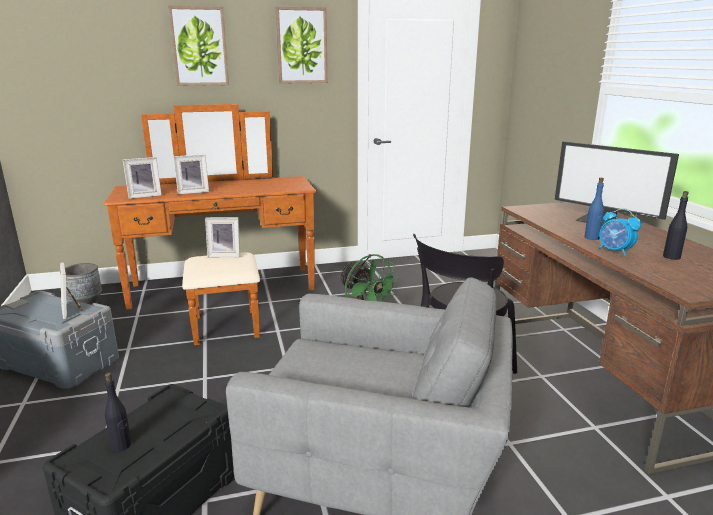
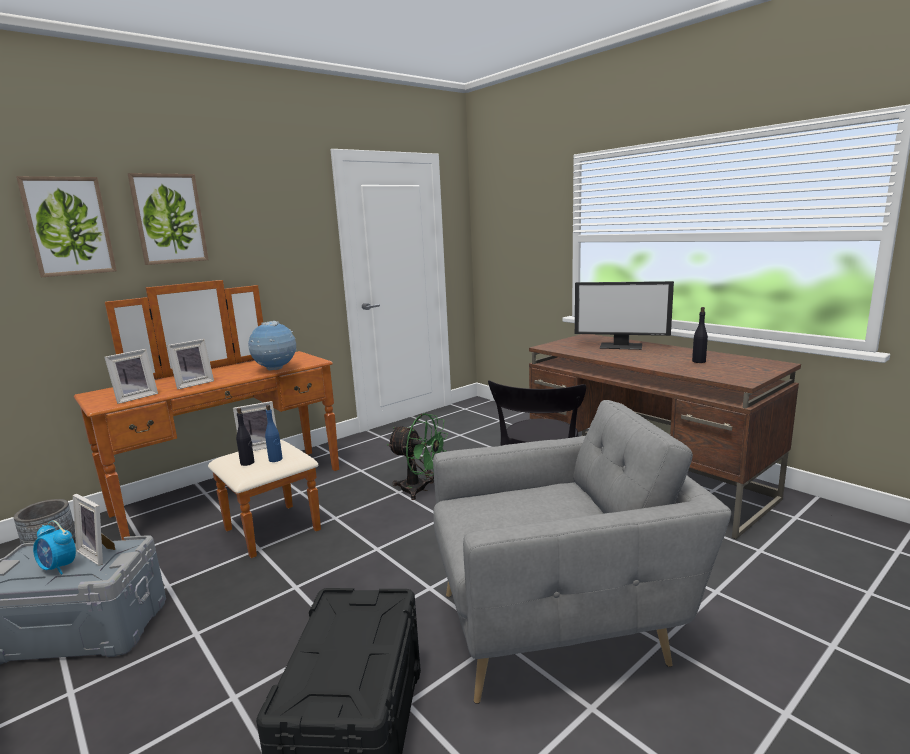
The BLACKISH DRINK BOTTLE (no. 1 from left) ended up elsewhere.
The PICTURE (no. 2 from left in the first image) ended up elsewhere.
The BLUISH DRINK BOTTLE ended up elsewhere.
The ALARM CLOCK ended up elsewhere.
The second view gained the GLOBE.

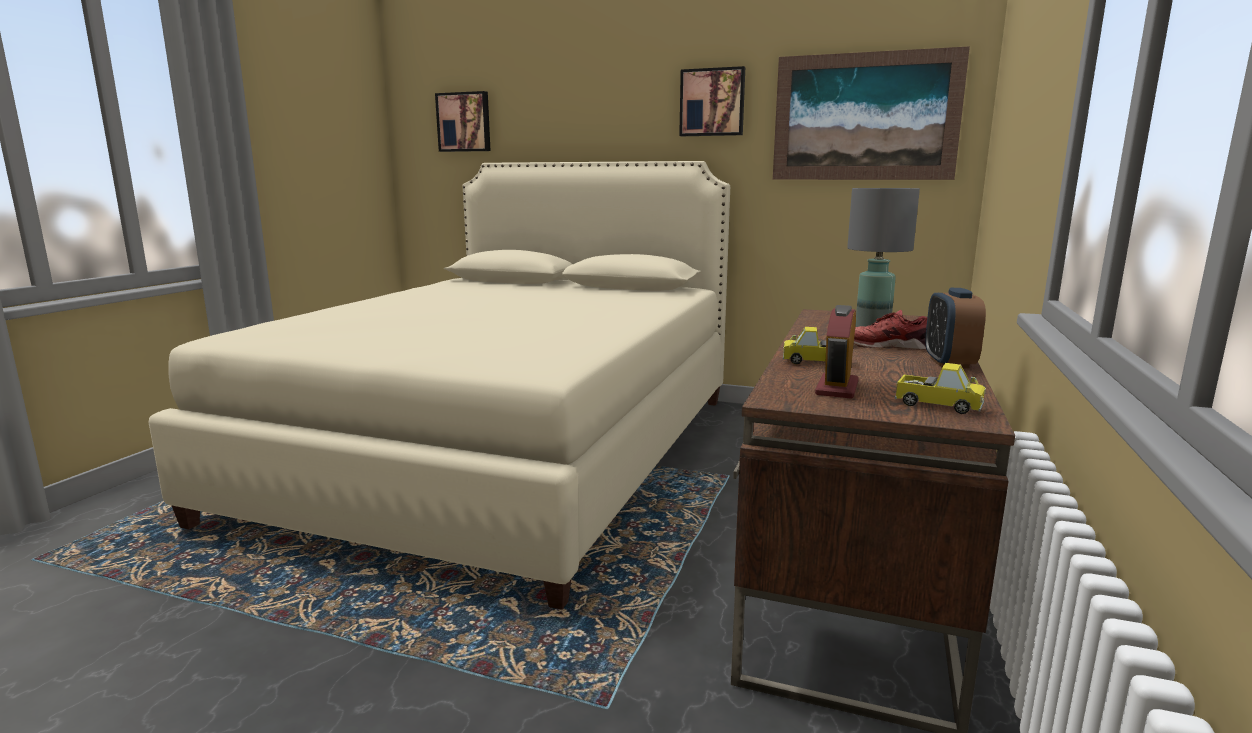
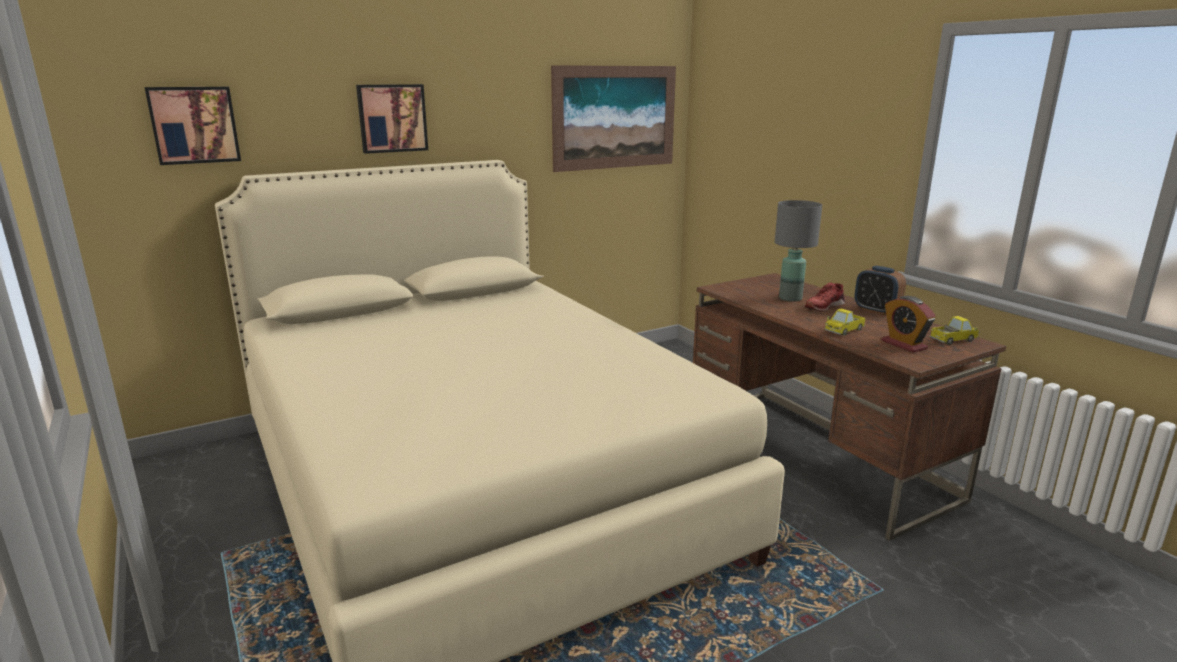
The PICTURE (no. 2 from left) ended up elsewhere.

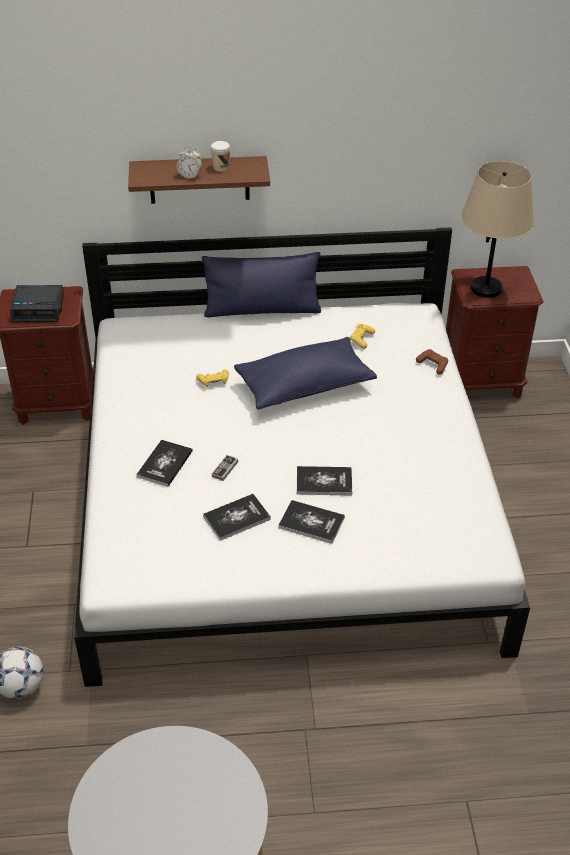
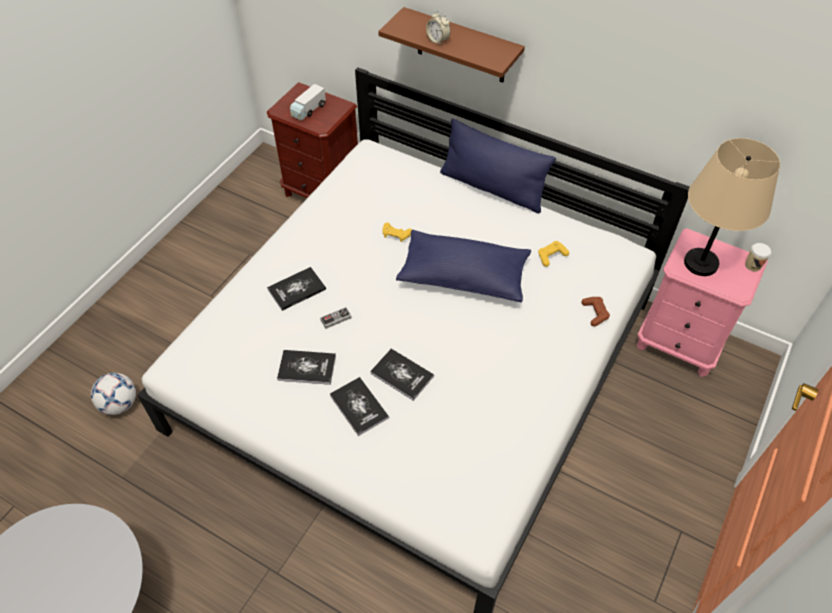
Where the ALARM CLOCK (no. 1 from left) stood, the MODEL TRUCK came to stand.
The CUP ended up elsewhere.
What was the BROWN-COLOURED NIGHTSTAND (no. 2 from left) turned into the PINK-COLOURED NIGHTSTAND.

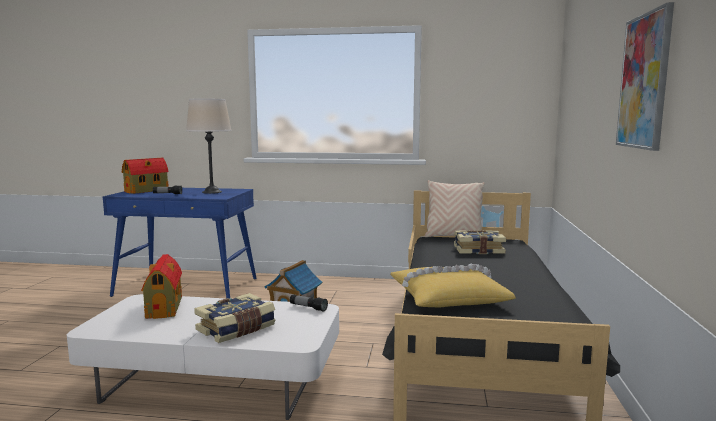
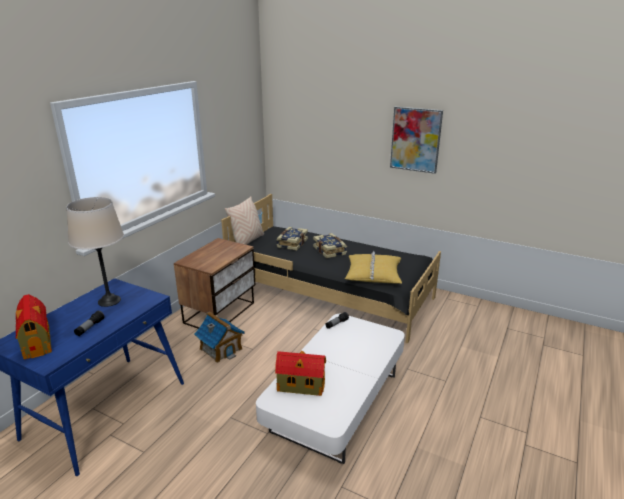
The BOOK (no. 1 from left in the first image) ended up elsewhere.
The second view gained the NIGHTSTAND.

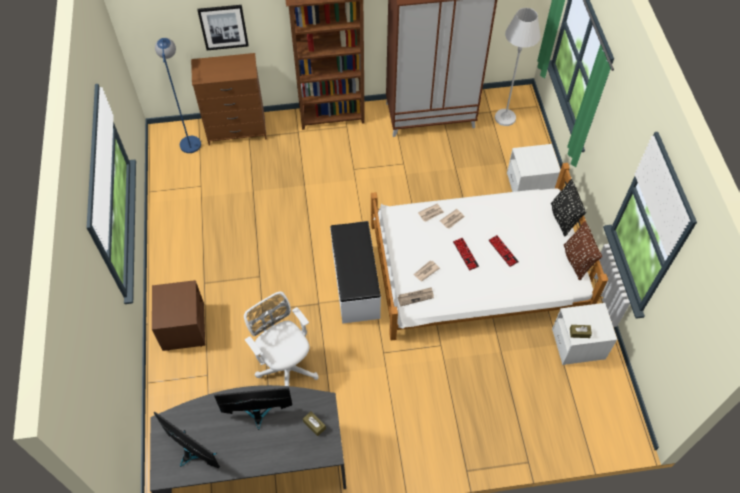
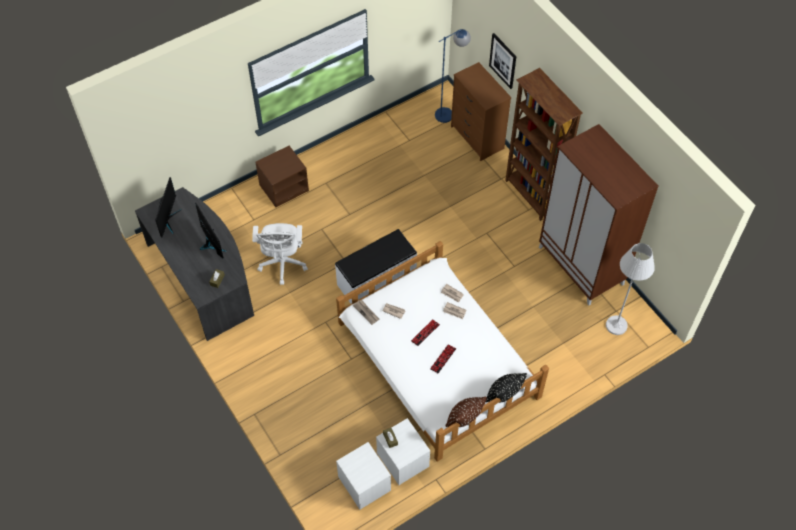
The WHITE COMPUTER CHAIR ended up facing another way, 150 degrees clockwise from before.
The WHITE NIGHTSTAND (no. 1 from left) ended up elsewhere.

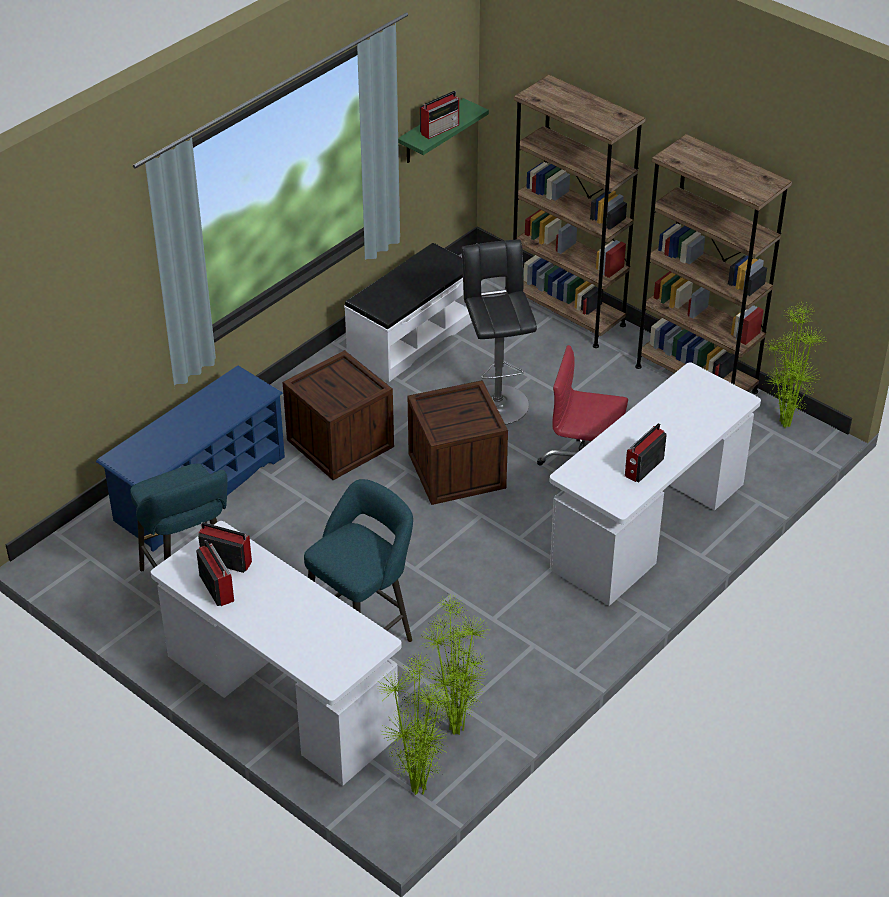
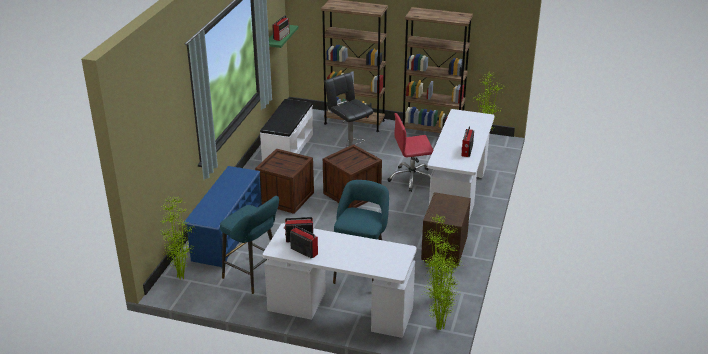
The second view gained the HOUSEPLANT (no. 1 from left).
The second view gained the BROWN-COLOURED NIGHTSTAND.

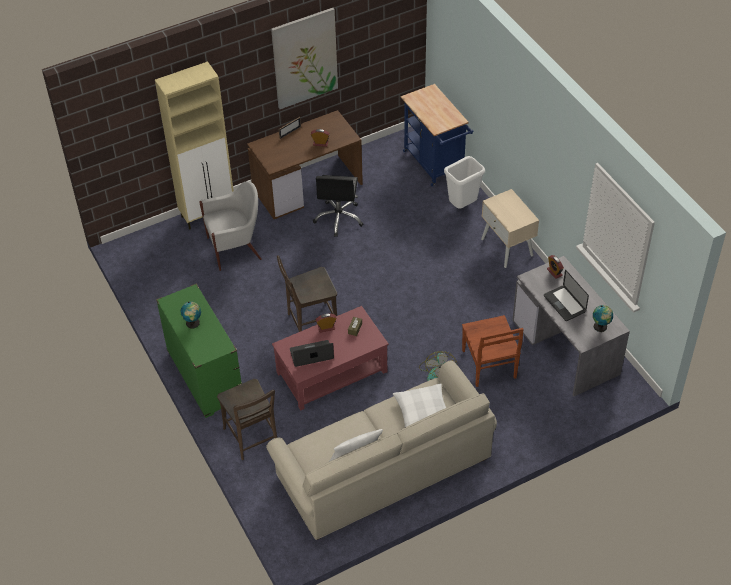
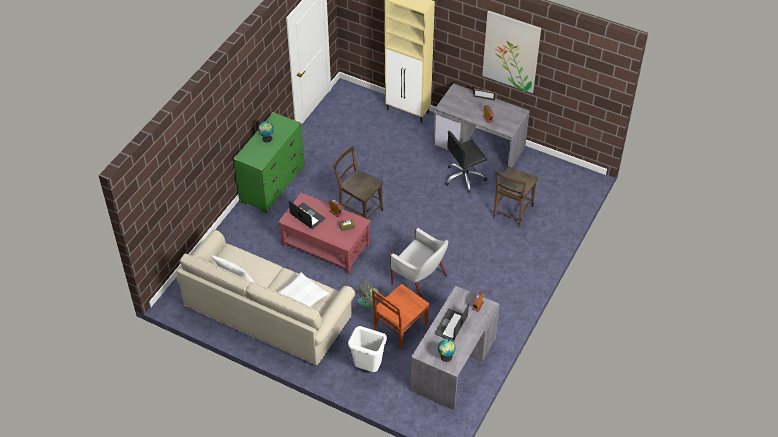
The WHITE LOUNGE CHAIR ended up elsewhere.
The BROWN-COLOURED CHAIR (no. 1 from left in the first image) ended up elsewhere.
What was the BROWN-COLOURED DESK TABLE turned into the GREYISH DESK TABLE (no. 2 from left).
The second view lost the BLUISH TROLLEY.
The WHITE WASTE BIN ended up elsewhere.
The second view lost the SAND-COLOURED NIGHTSTAND.

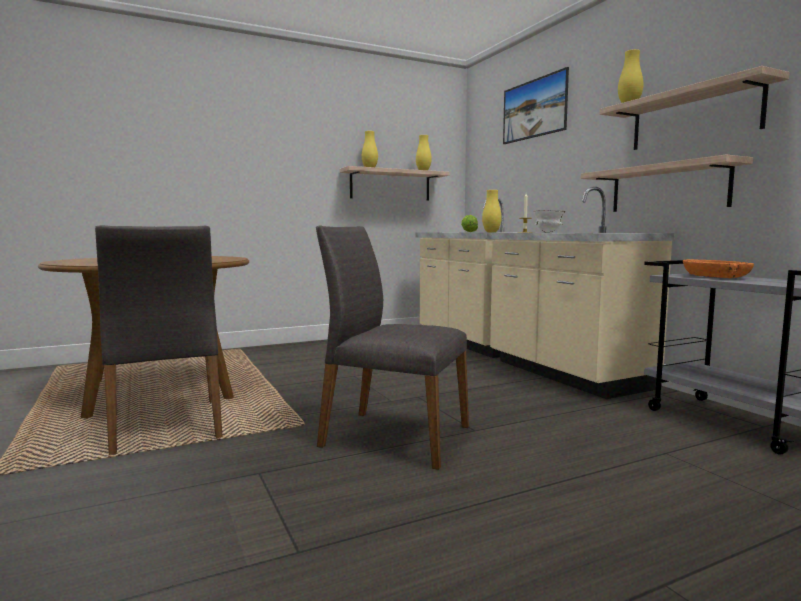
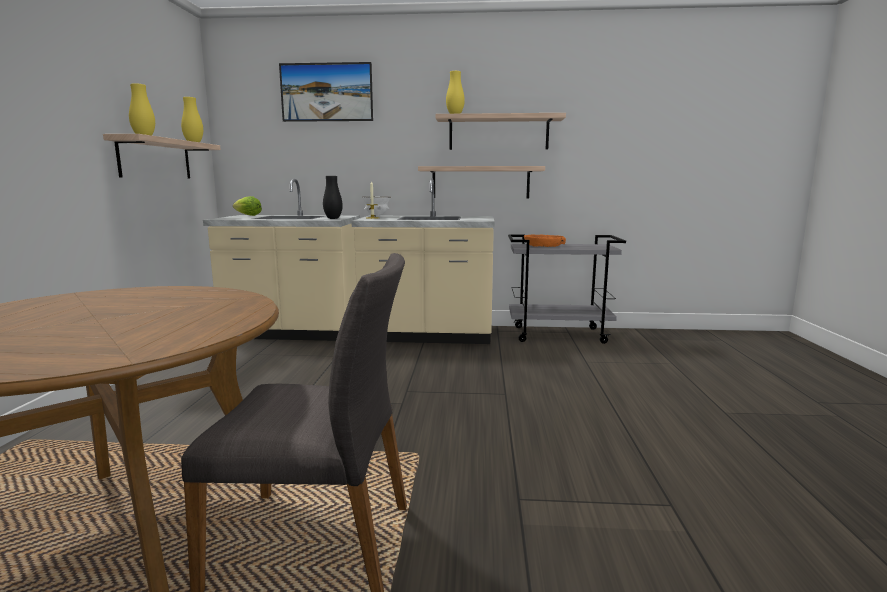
The second view lost the GREYISH CHAIR (no. 2 from left).
What was the YELLOWISH VASE (no. 3 from left) turned into the BLACKISH VASE.

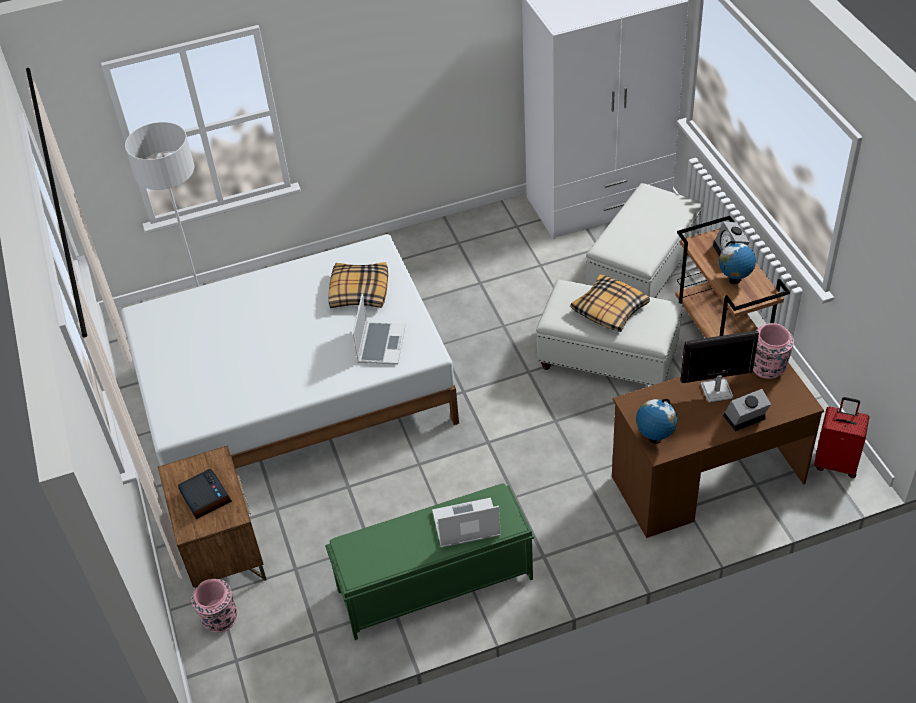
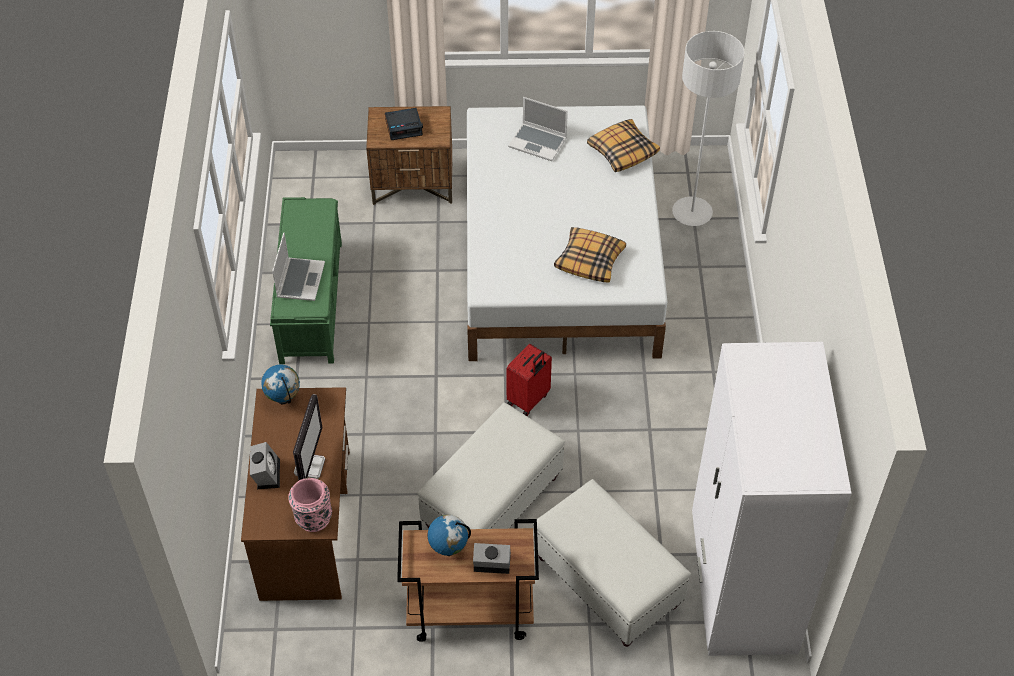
The second view lost the PINK-COLOURED VASE (no. 1 from left).
The LAPTOP (no. 1 from left in the first image) ended up elsewhere.
The CUSHION (no. 2 from left) ended up elsewhere.
The RED-COLOURED SUITCASE ended up elsewhere.

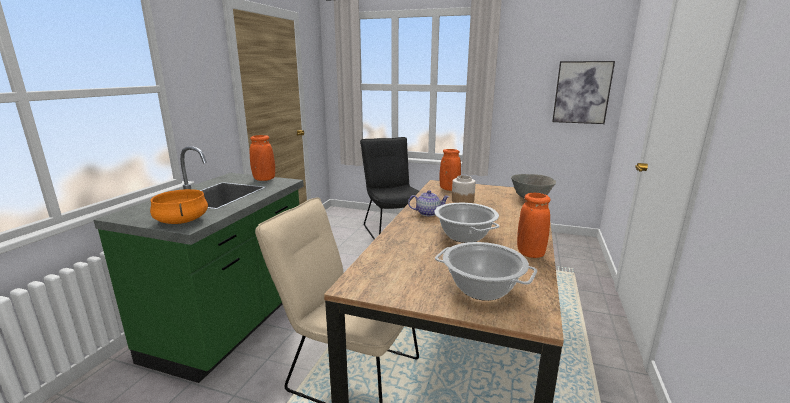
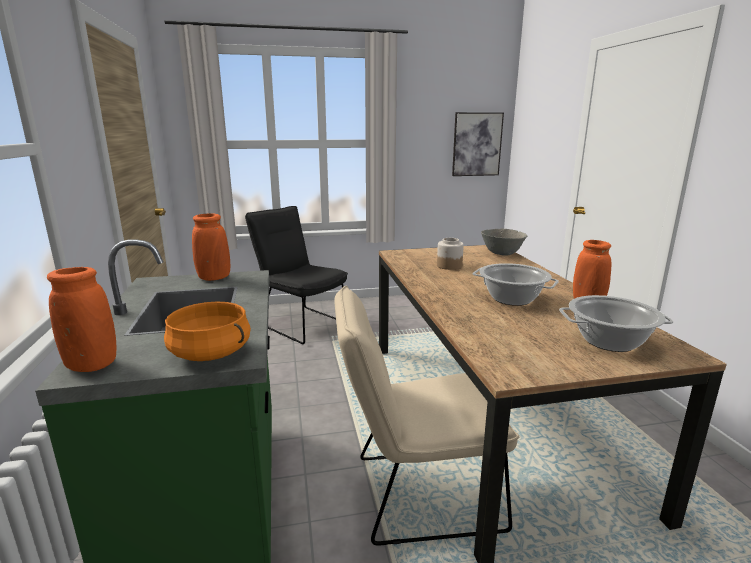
The second view lost the TEA POT.
The ORANGE VASE (no. 2 from left in the first image) ended up elsewhere.

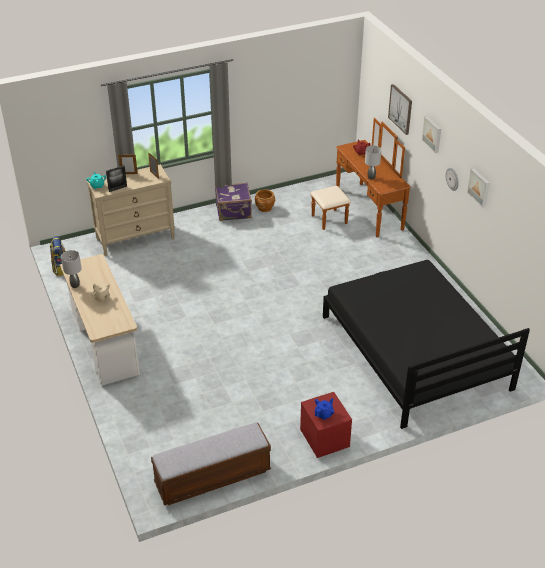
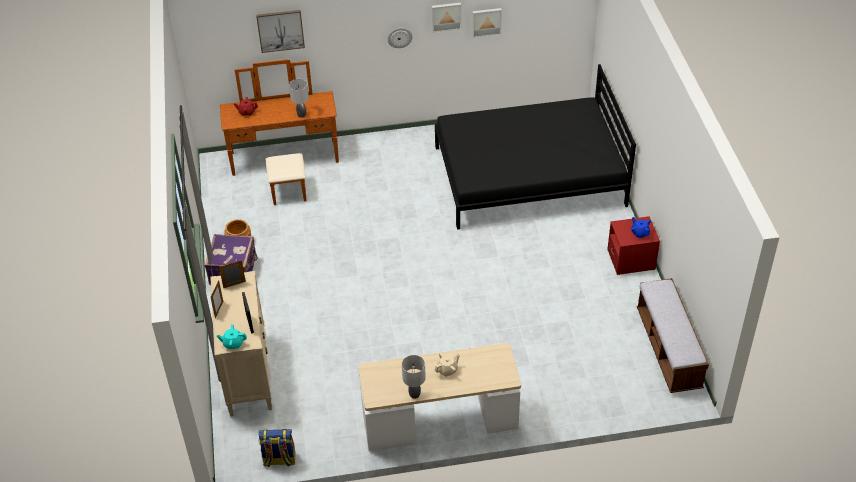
The PICTURE (no. 2 from left in the first image) ended up elsewhere.

